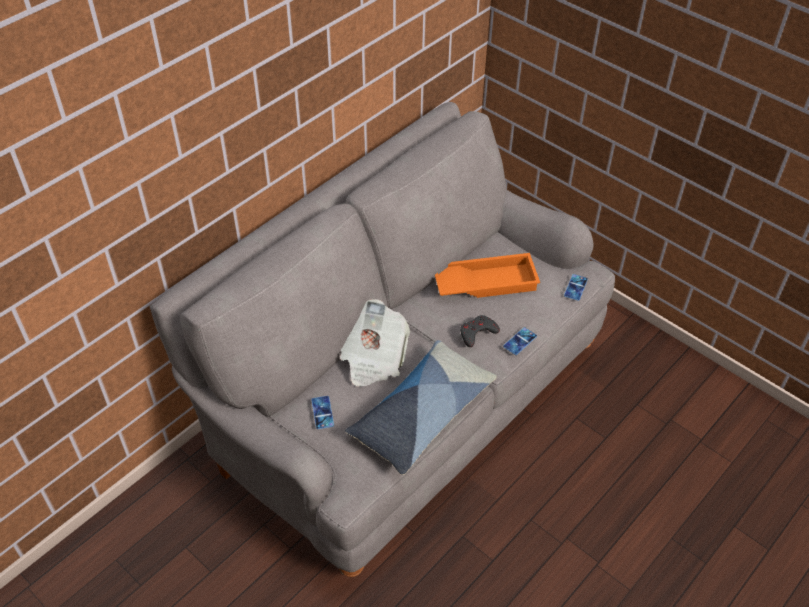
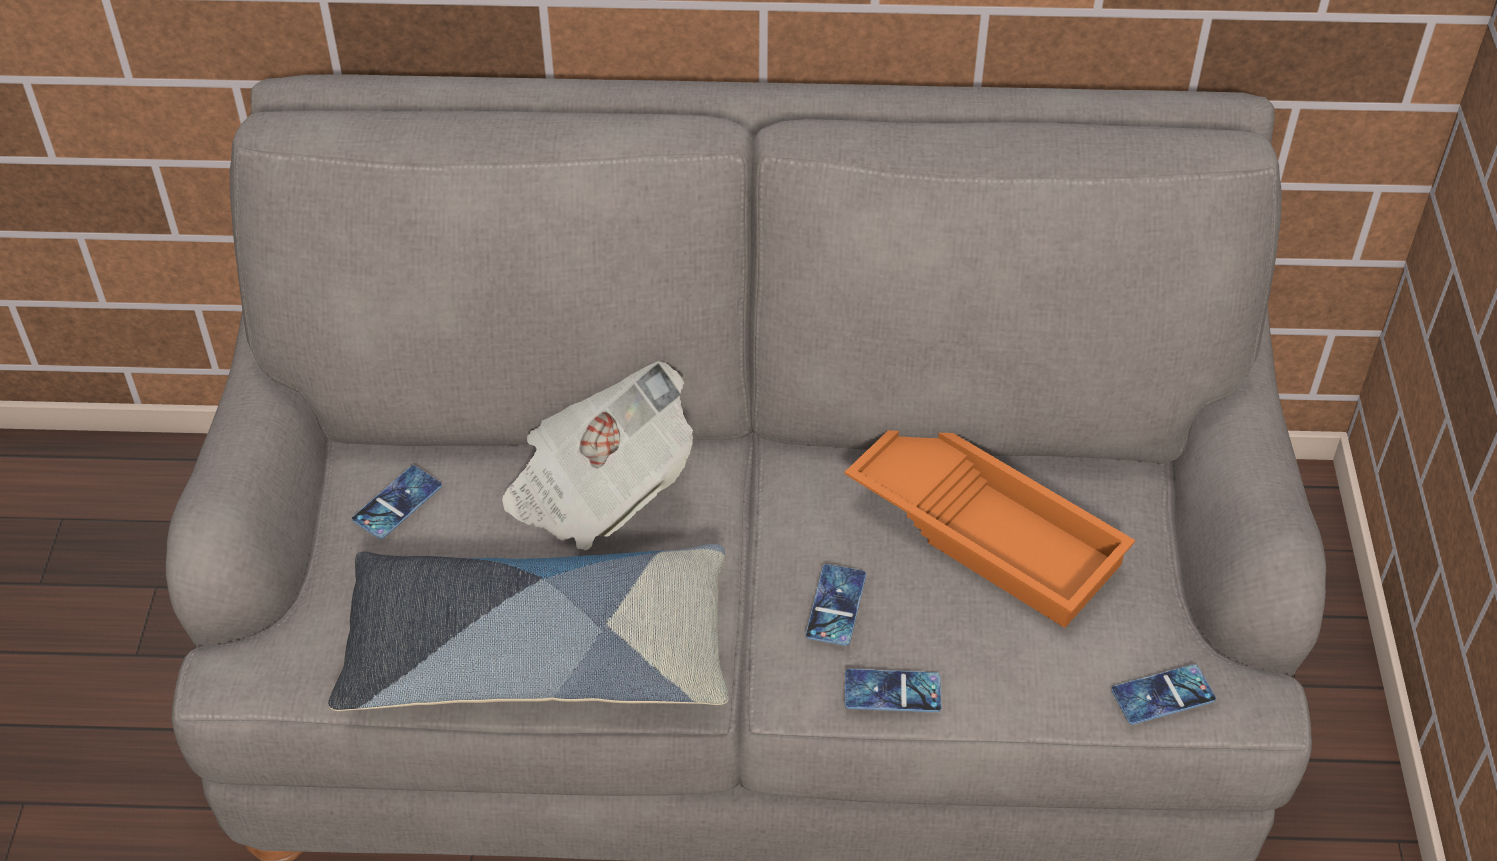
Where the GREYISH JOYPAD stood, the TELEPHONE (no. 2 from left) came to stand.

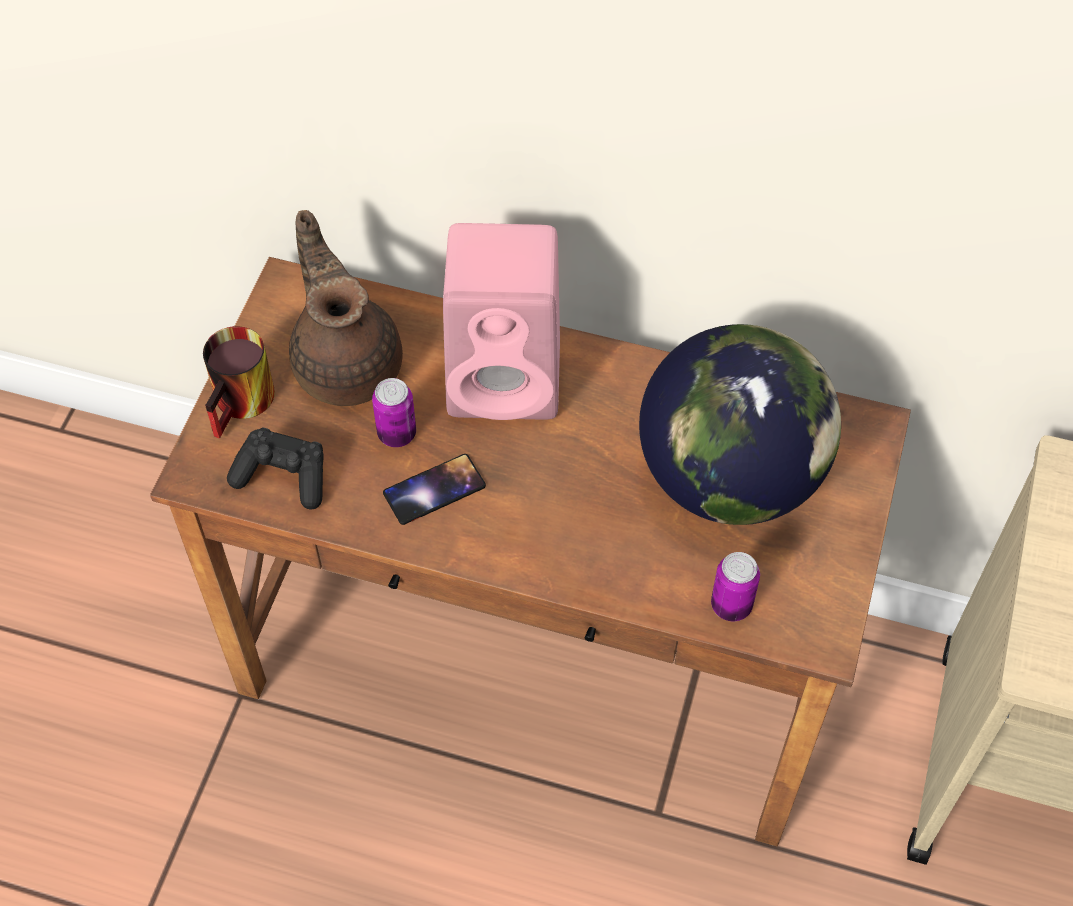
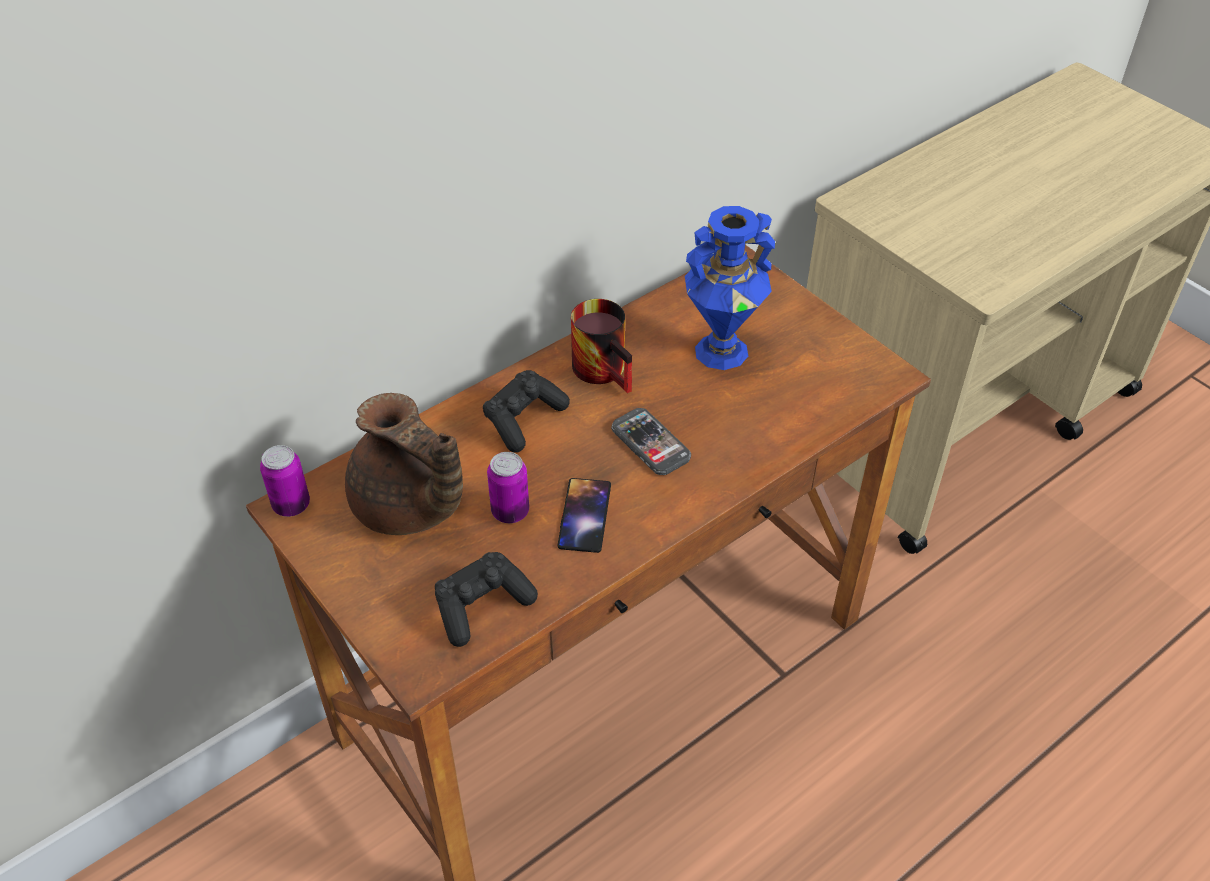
The TEA MUG ended up elsewhere.
The BROWN-COLOURED TEA POT ended up facing another way, 150 degrees counterclockwise from before.
Where the PINK-COLOURED LOUDSPEAKER stood, the BLACKISH JOYPAD (no. 2 from left) came to stand.
Where the GLOBE stood, the BLUISH VASE came to stand.
The SEALED CAN (no. 2 from left in the first image) ended up elsewhere.
The second view gained the TELEPHONE (no. 2 from left).

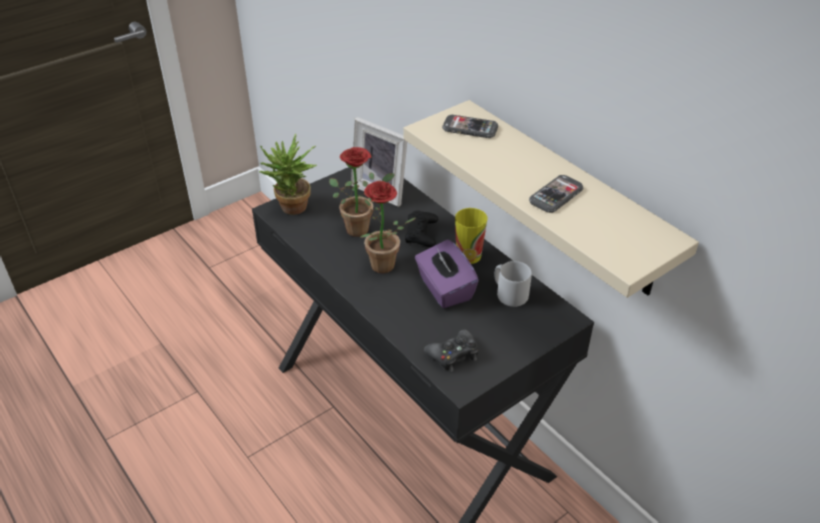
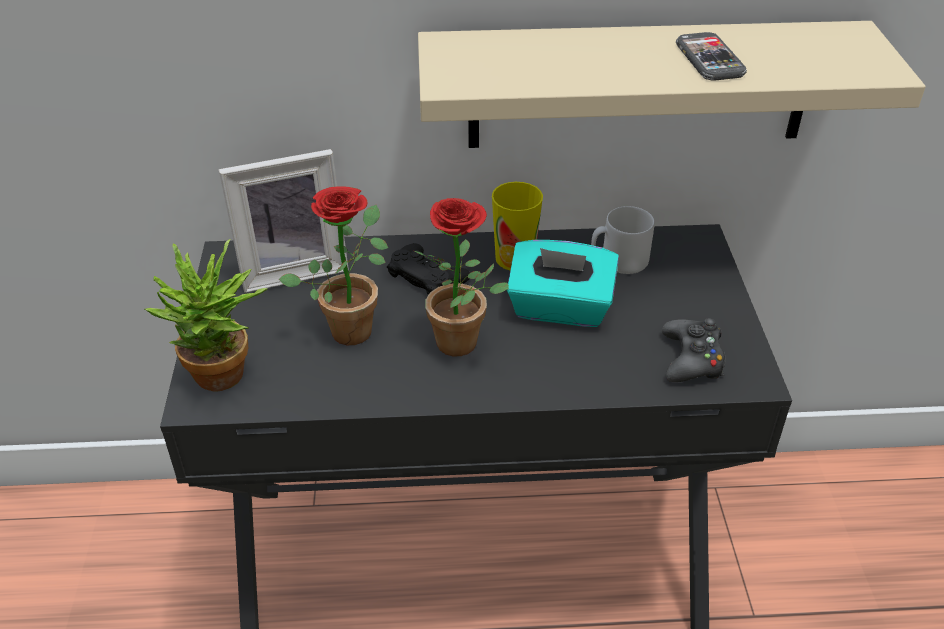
What was the PURPLISH TISSUE HOLDER turned into the TURQUOISE TISSUE HOLDER.
The second view lost the TELEPHONE (no. 1 from left).

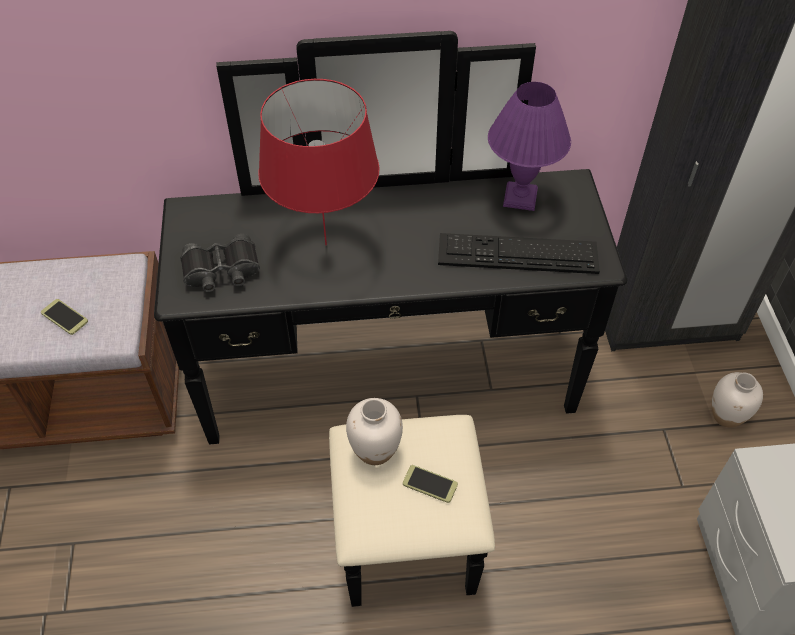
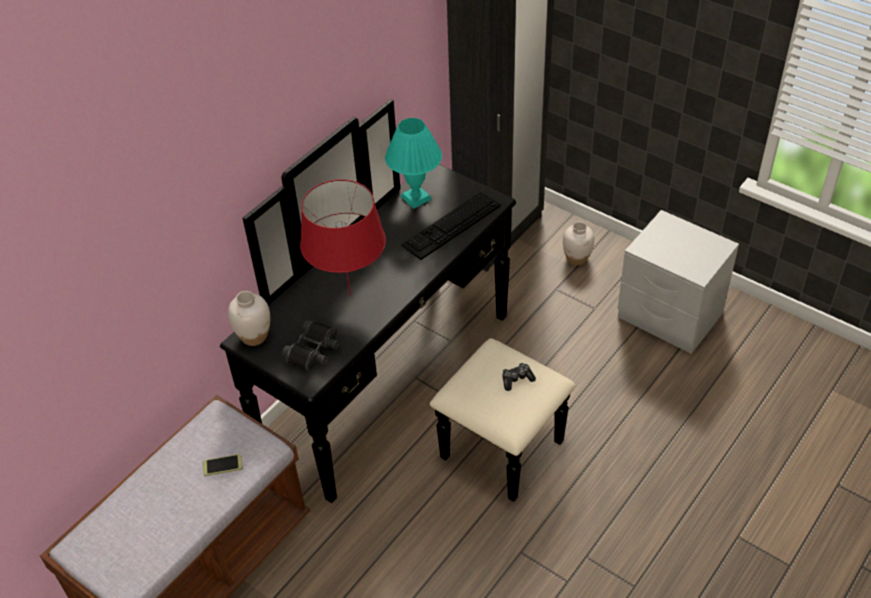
The WHITE VASE (no. 1 from left) ended up elsewhere.
Where the TELEPHONE (no. 2 from left) stood, the JOYPAD came to stand.
What was the PURPLISH LAMP FOR A TABLE turned into the TURQUOISE LAMP FOR A TABLE.

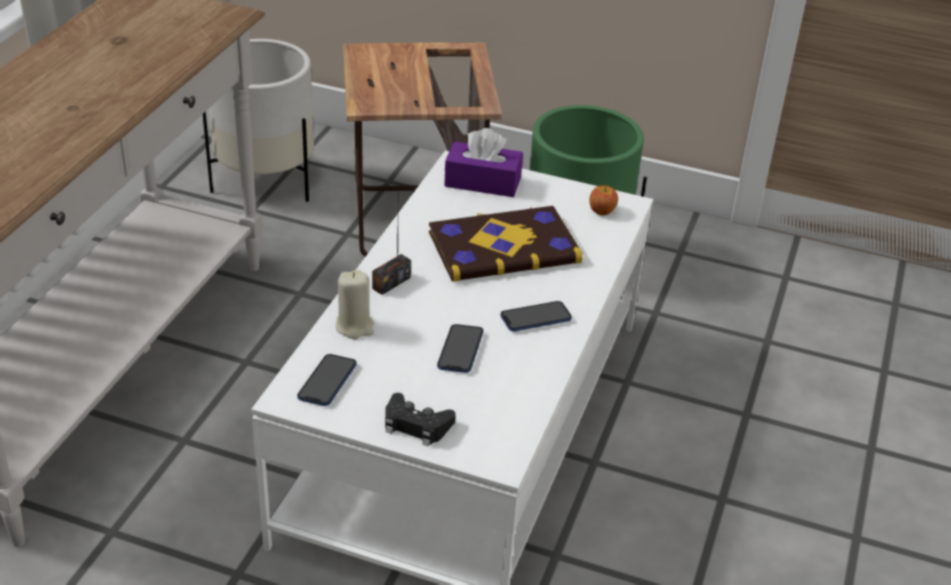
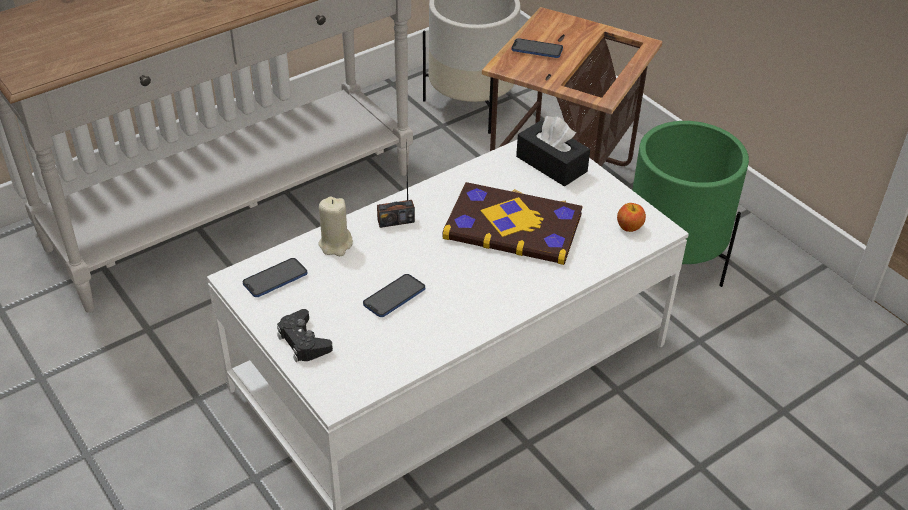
What was the PURPLISH TISSUE HOLDER turned into the BLACKISH TISSUE HOLDER.
The TELEPHONE (no. 3 from left) ended up elsewhere.

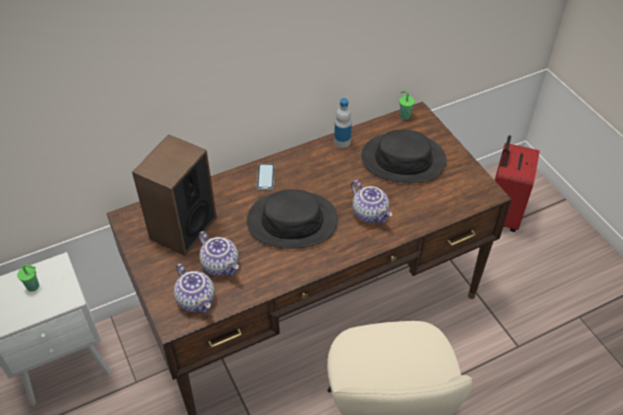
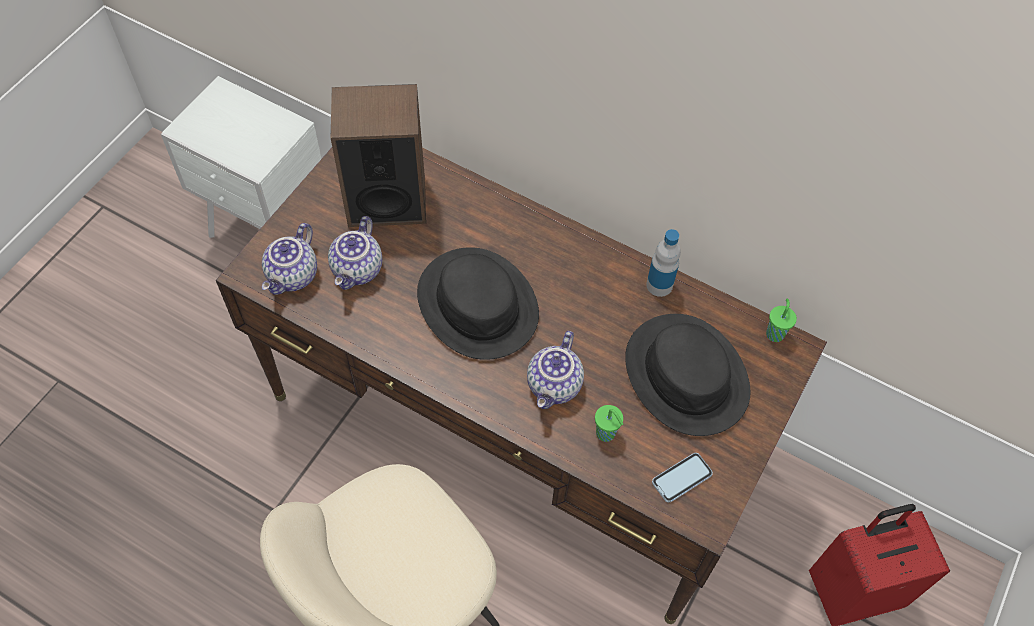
The GREEN-COLOURED CUP (no. 1 from left) ended up elsewhere.
The TELEPHONE ended up elsewhere.

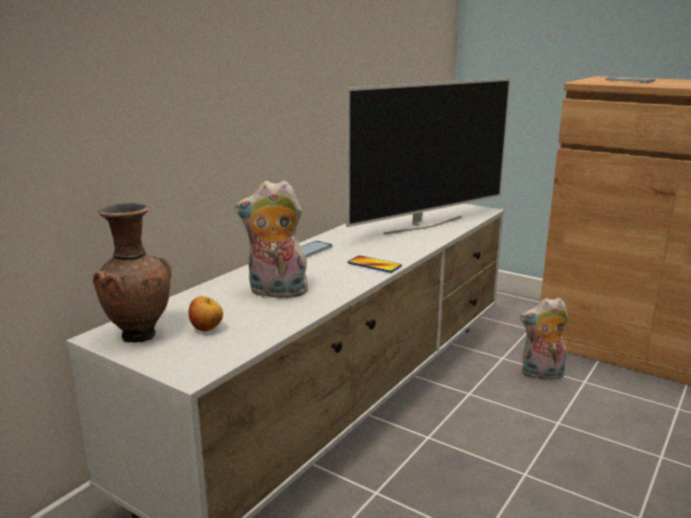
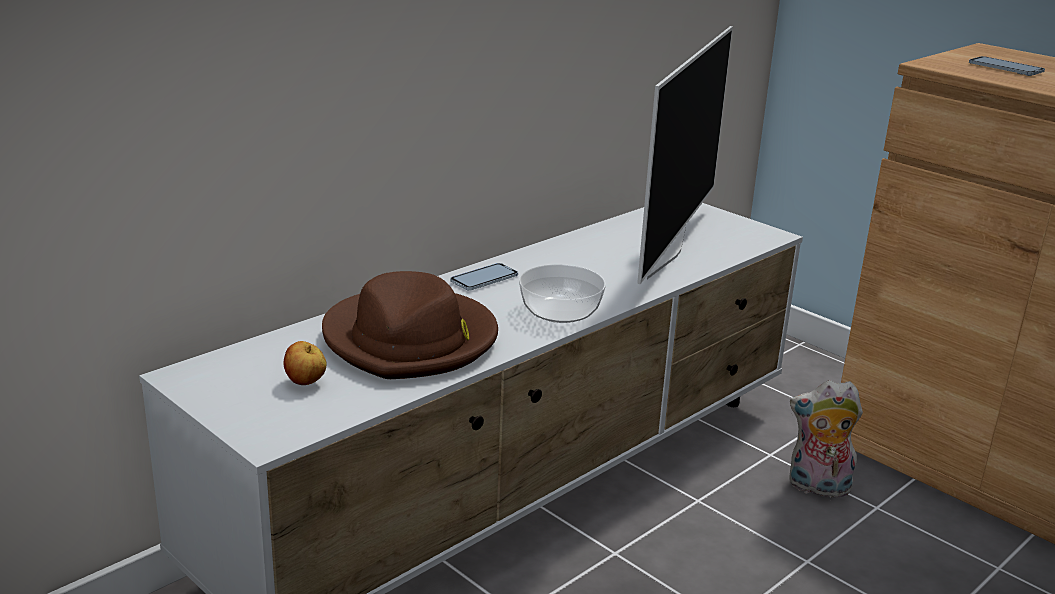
The second view lost the BROWN-COLOURED VASE.
Where the CUDDLY TOY (no. 1 from left) stood, the BROWN-COLOURED HAT came to stand.
The TV SET ended up facing another way, 45 degrees counterclockwise from before.
Where the TELEPHONE (no. 2 from left) stood, the SERVING BOWL came to stand.

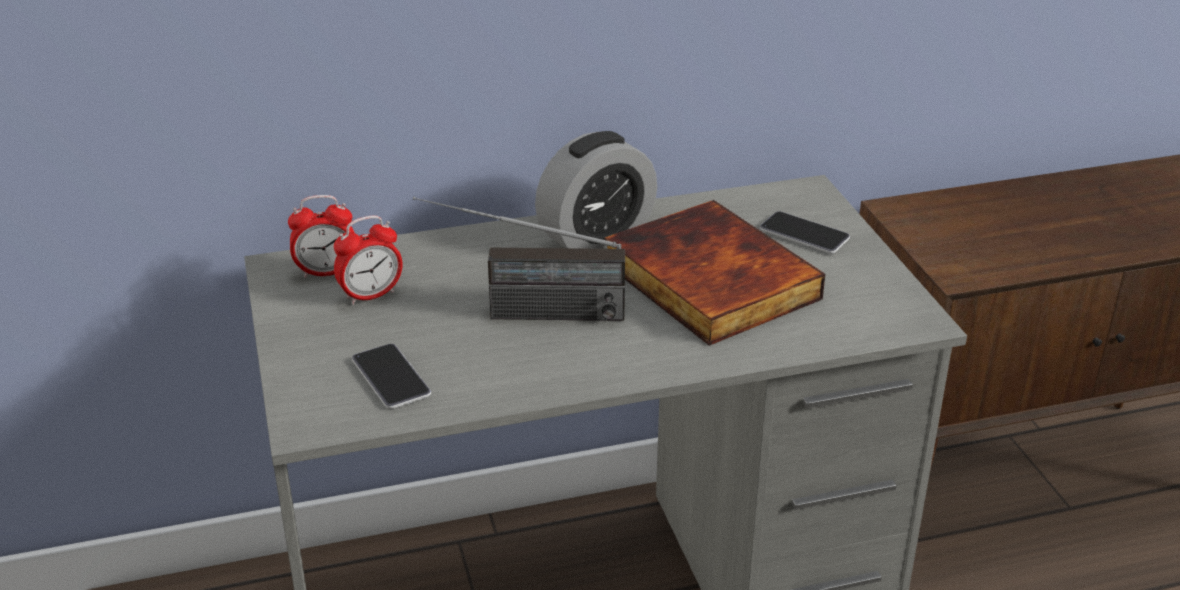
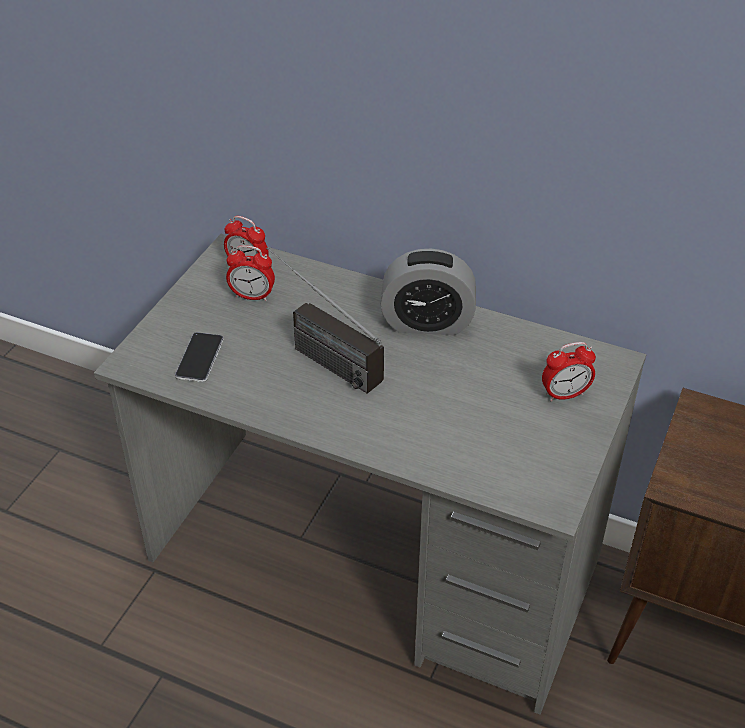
The second view lost the BOOK.
Where the TELEPHONE (no. 2 from left) stood, the ALARM CLOCK (no. 4 from left) came to stand.

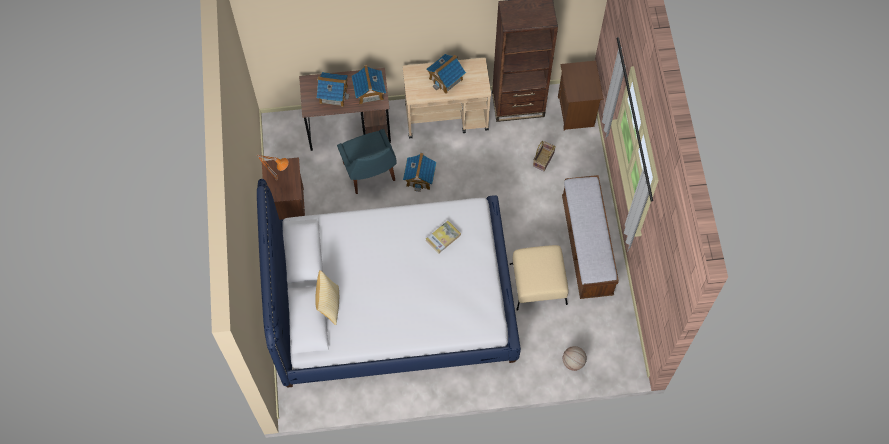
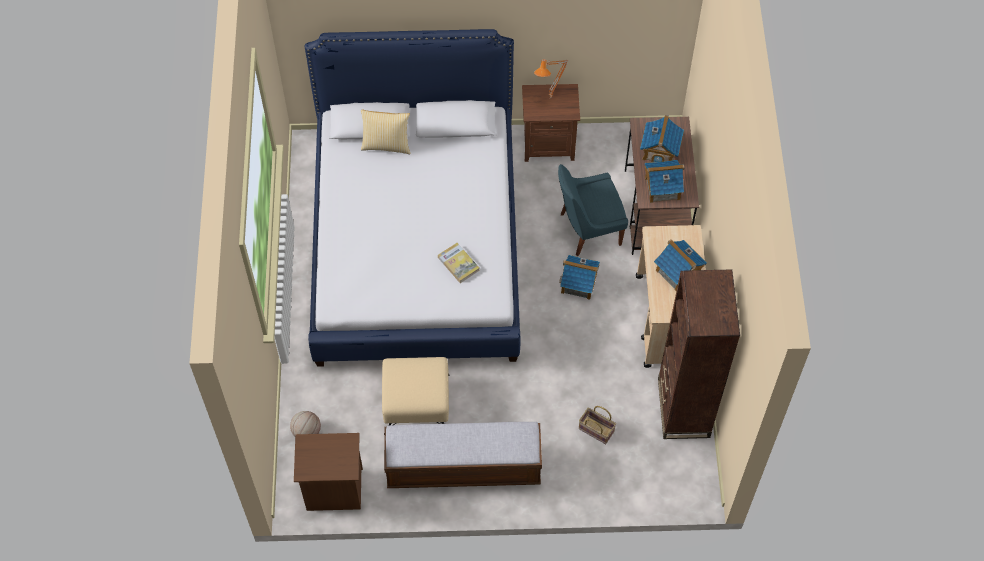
The BROWN-COLOURED NIGHTSTAND (no. 2 from left in the first image) ended up elsewhere.

